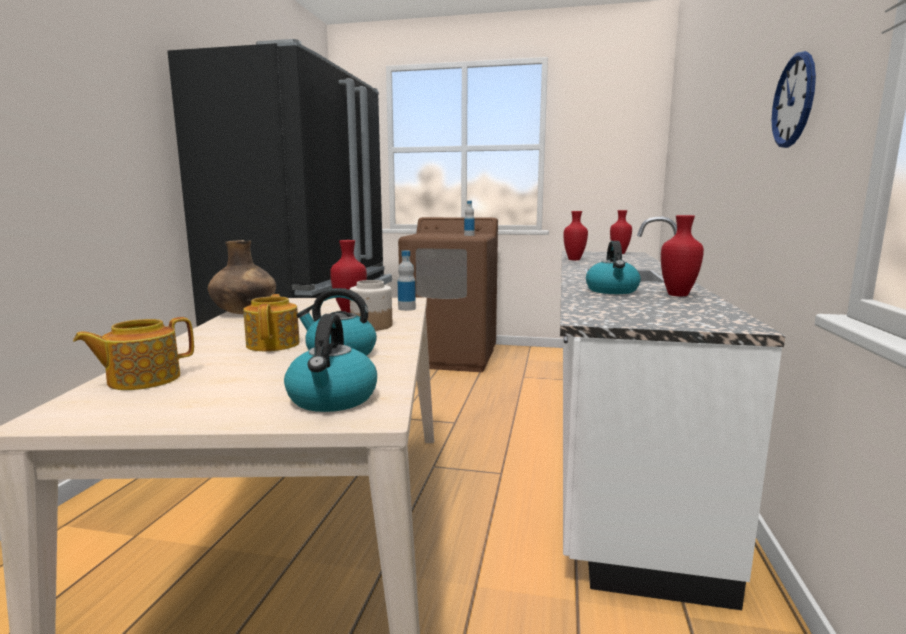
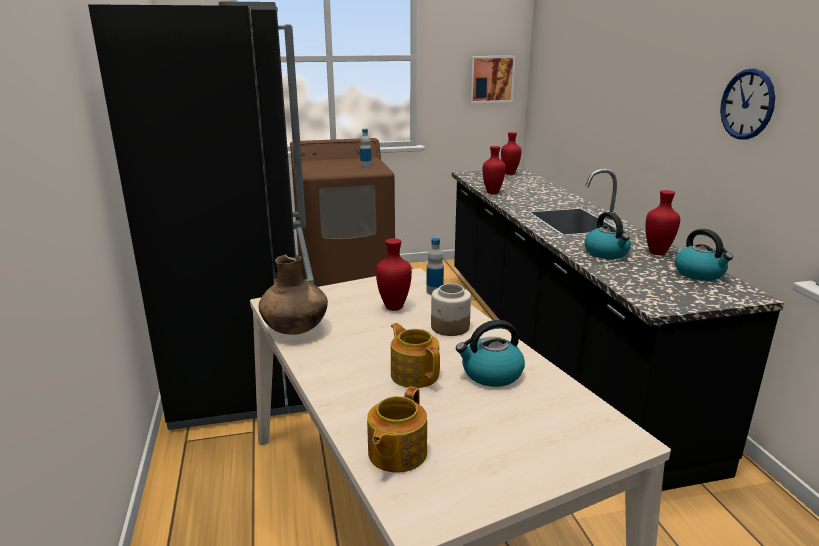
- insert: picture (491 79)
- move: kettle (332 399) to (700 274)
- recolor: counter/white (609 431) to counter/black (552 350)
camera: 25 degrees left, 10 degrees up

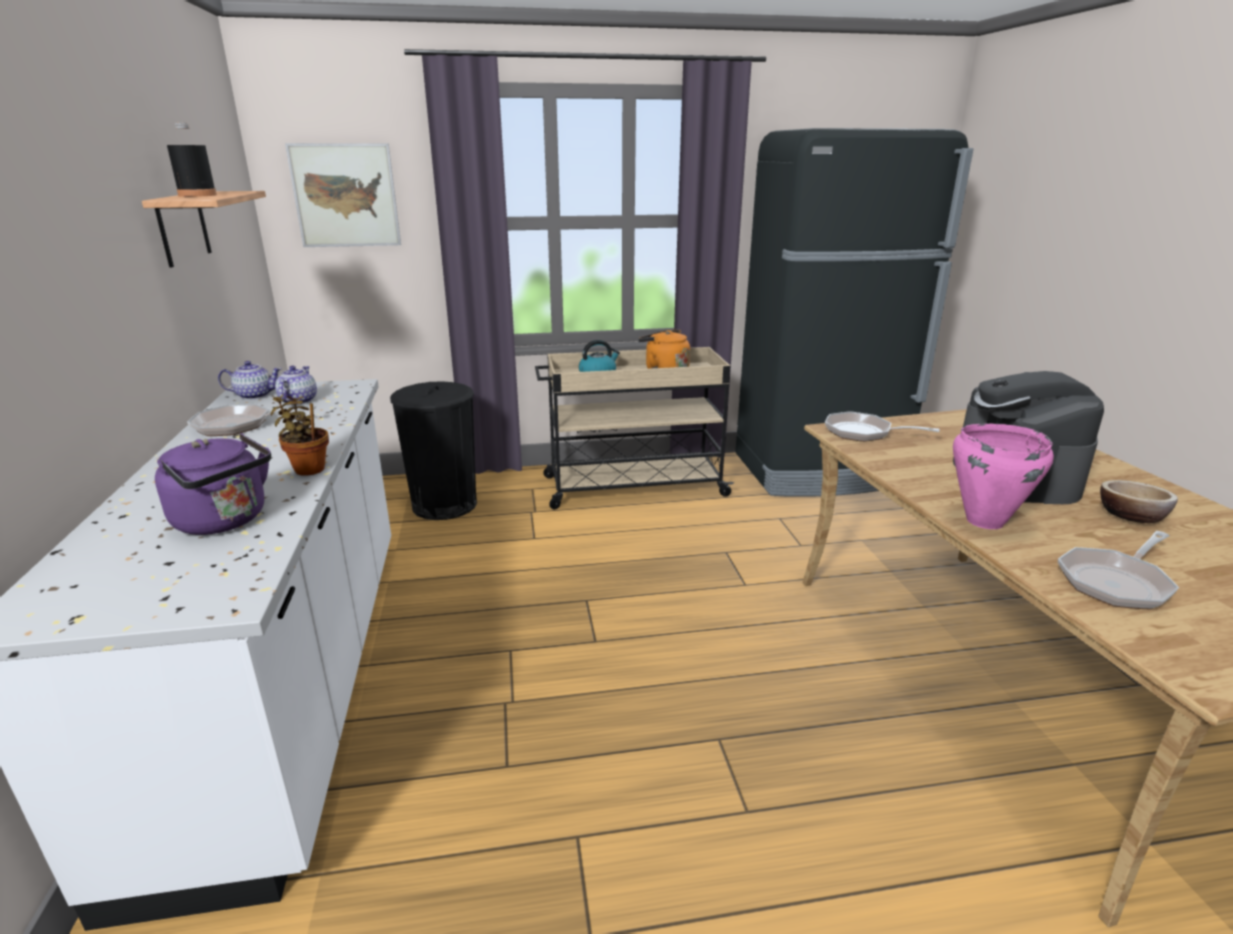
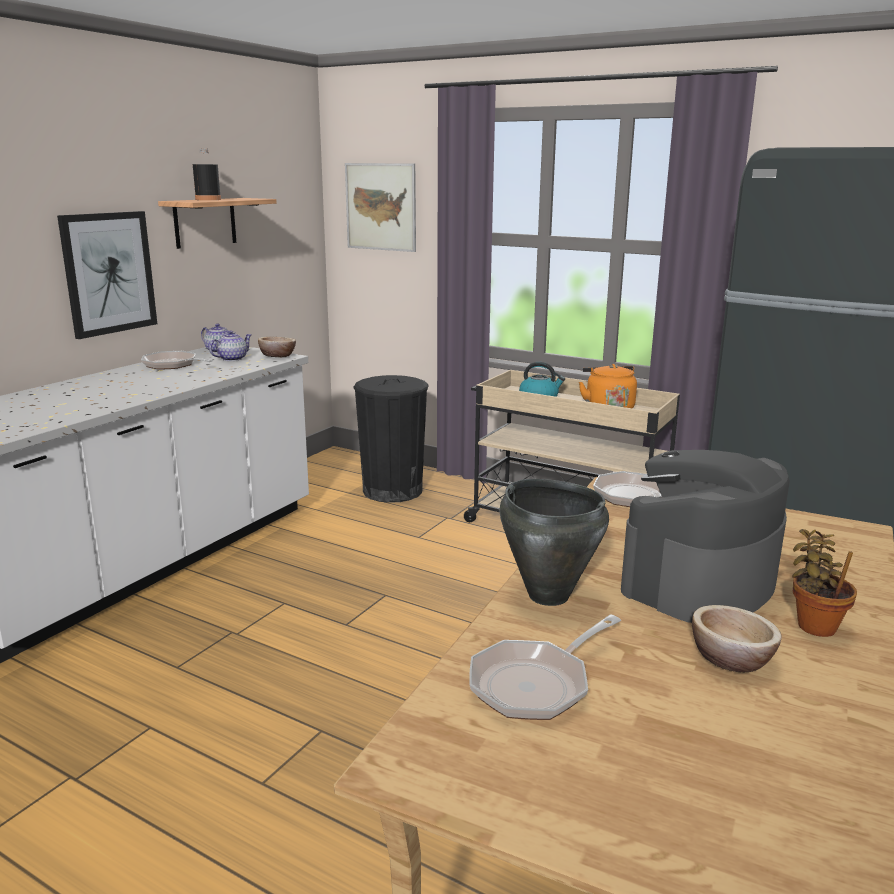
- delete: kettle/purple (225 521)
- insert: picture (108 273)
- insert: bowl (277 356)
- move: potted plant (308 468) to (814 624)
- recolor: cooking pot/pink (983 521) to cooking pot/black (548 595)
- rotate: frying pan (1116 582) = (536 683) 45 degrees counterclockwise
camera: 40 degrees right, 5 degrees down

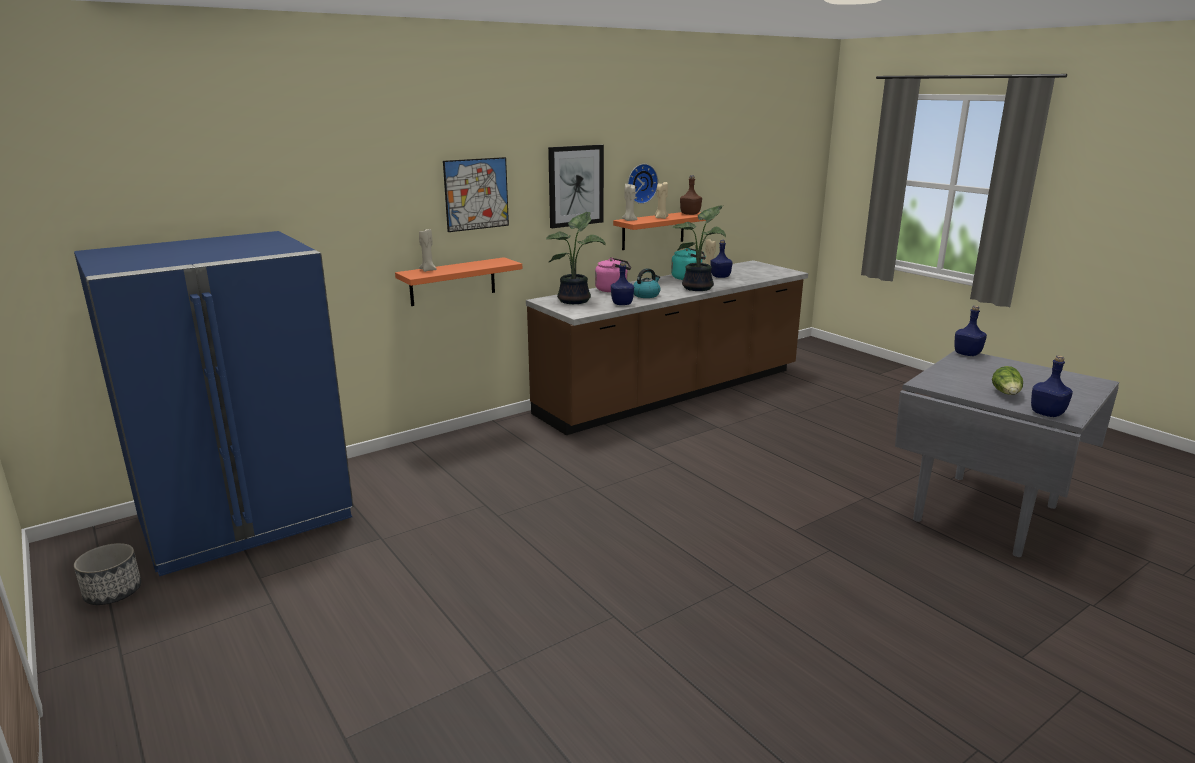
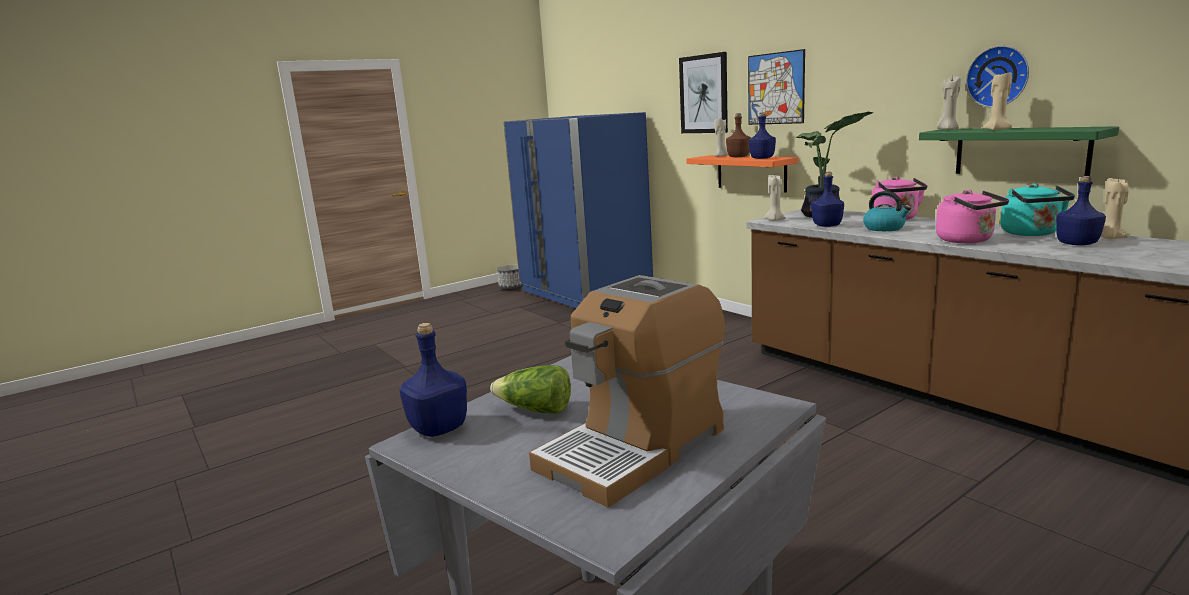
- insert: coffee machine (634 448)
- insert: candle/beige (774 220)
- move: picture (575 186) to (704 94)
- move: bottle/brown (690 214) to (739 157)
- move: bottle/blue (967 354) to (762 158)
- replace: potted plant (699 288) to kettle/pink (967 240)
- recolor: shelf/orange (653 230) to shelf/green (1020 152)
camera: 90 degrees right, 5 degrees down

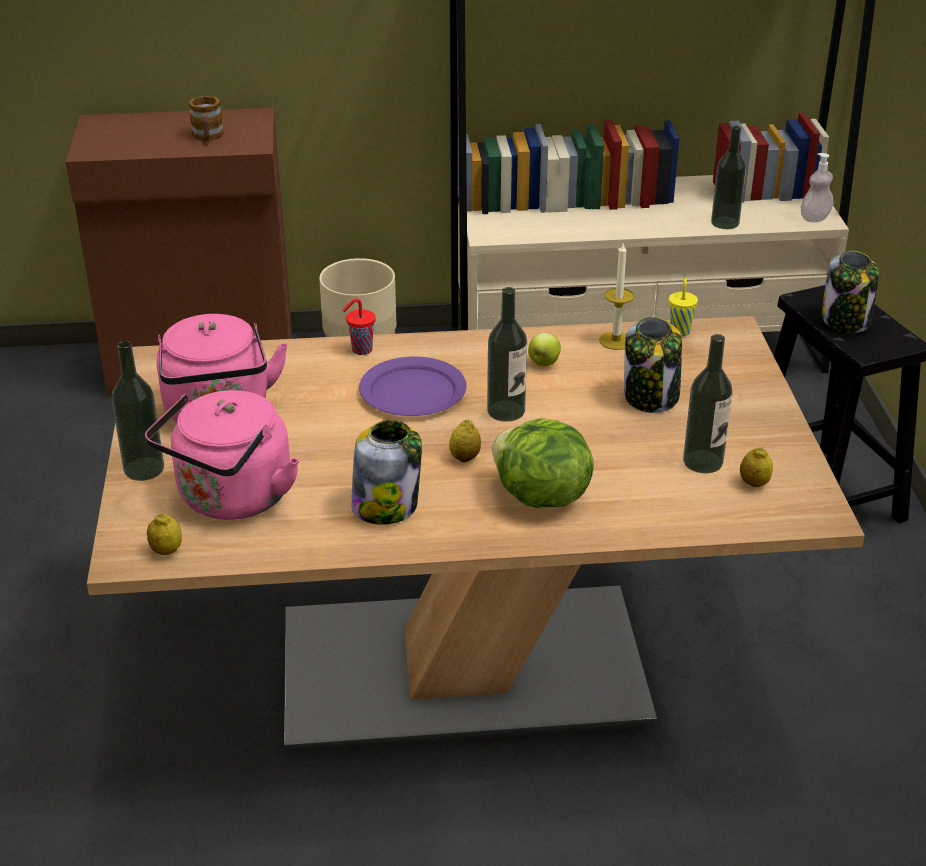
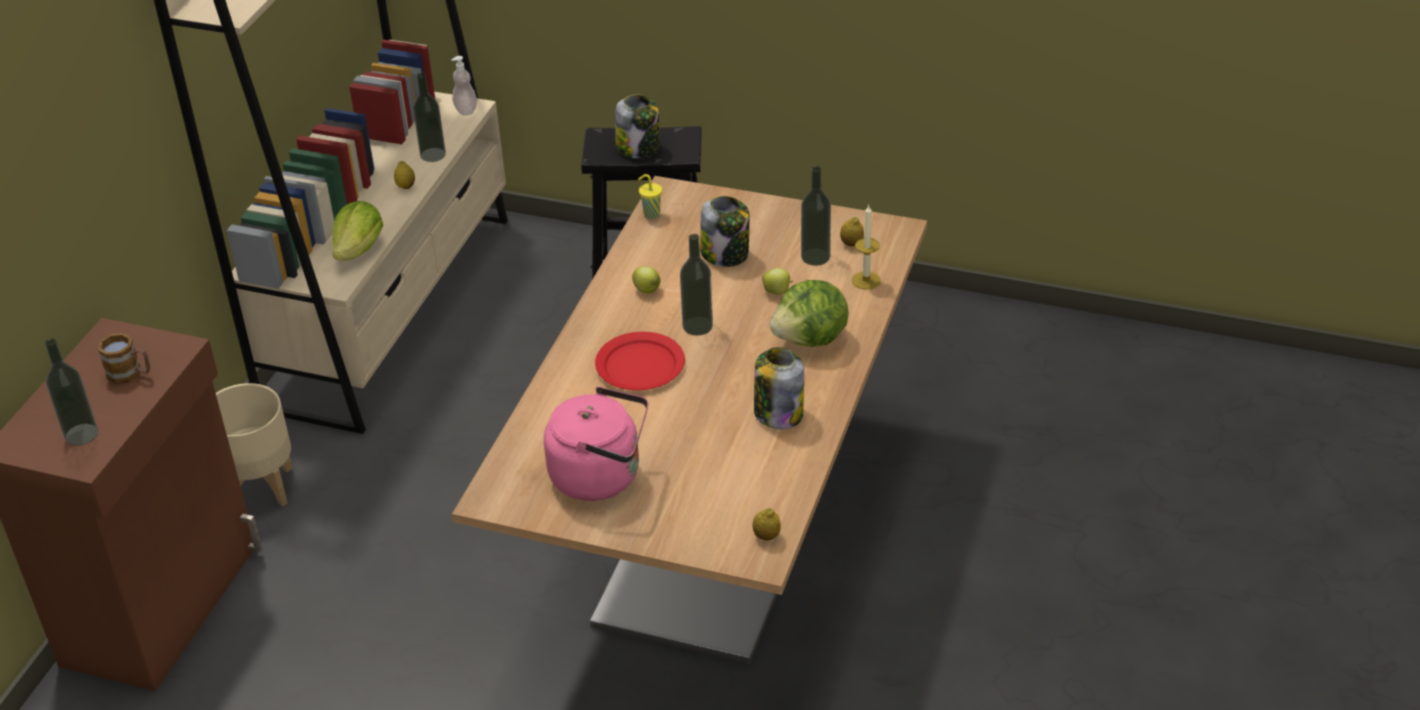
- delete: kettle/pink (231 499)
- delete: cup/red (360 350)
- insert: lettuce (359 249)
- insert: apple (777 292)
- move: bottle (144 469) to (81 434)
- move: lemon (465 458) to (406 186)
- move: candle (616 340) to (866 280)
- recolor: plate/purple (413 392) to plate/red (641 365)
camera: 65 degrees left, 5 degrees up

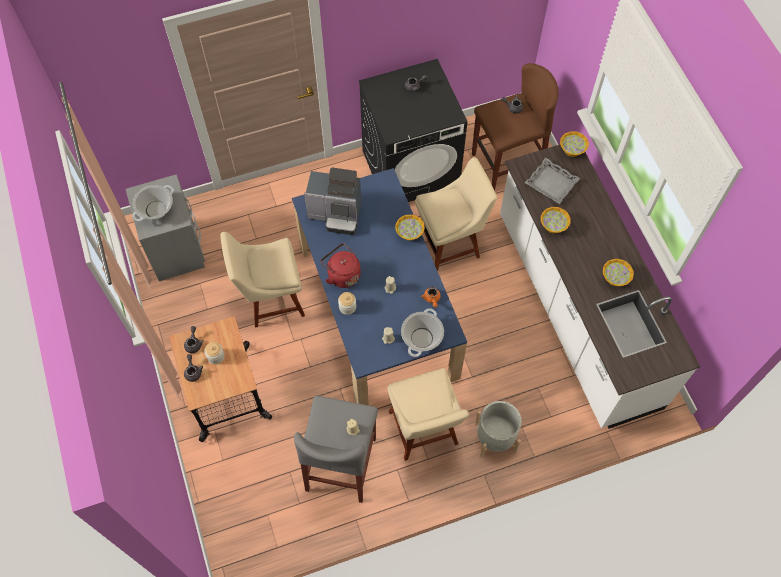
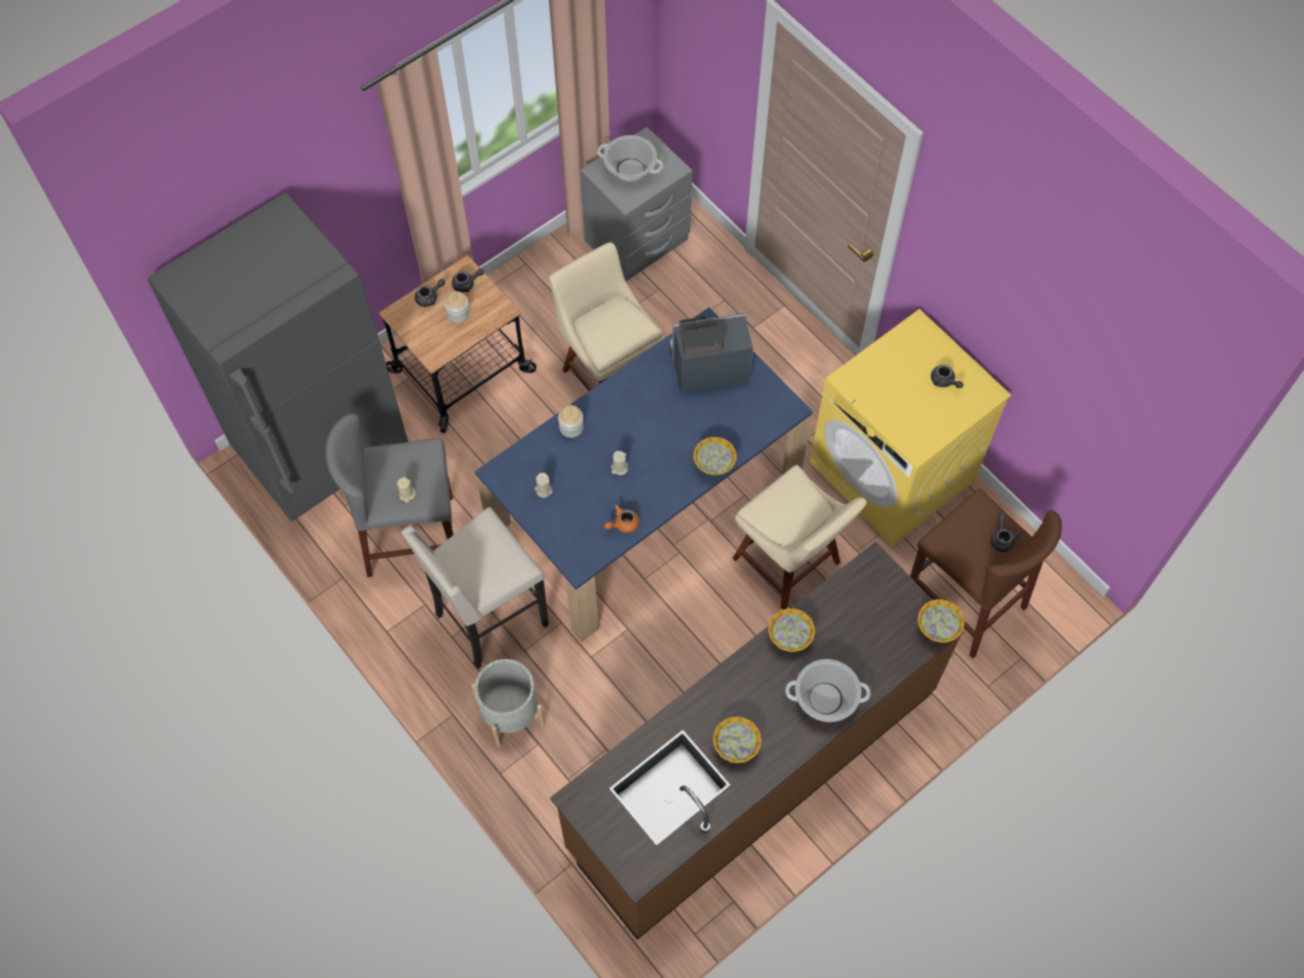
- delete: kettle/red (342 274)
- delete: tray/grey (551 183)
- insert: fridge/grey (323 450)
- move: cooking pot (421 338) to (825 698)
- replace: chair/beige (424 431) to stool/beige (489 620)
- recolor: washing machine/black (411 168) to washing machine/yellow (892 472)
- recolor: counter/white (575 310) to counter/brown (751 768)
- rotate: coffee machine (336 214) = (706 367) 90 degrees clockwise
camera: 70 degrees right, 0 degrees up

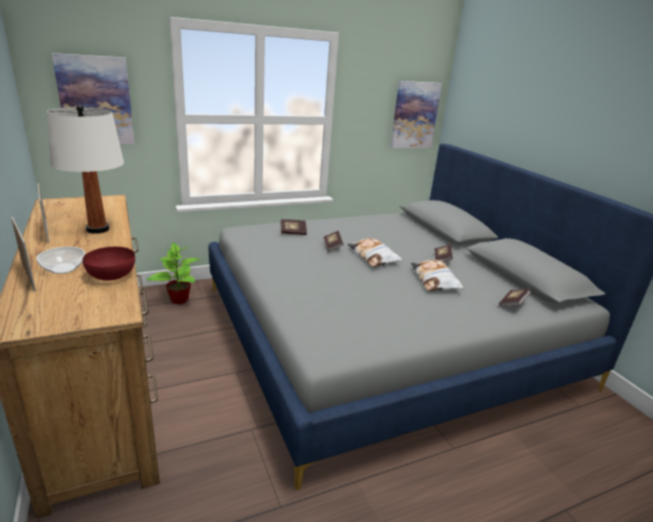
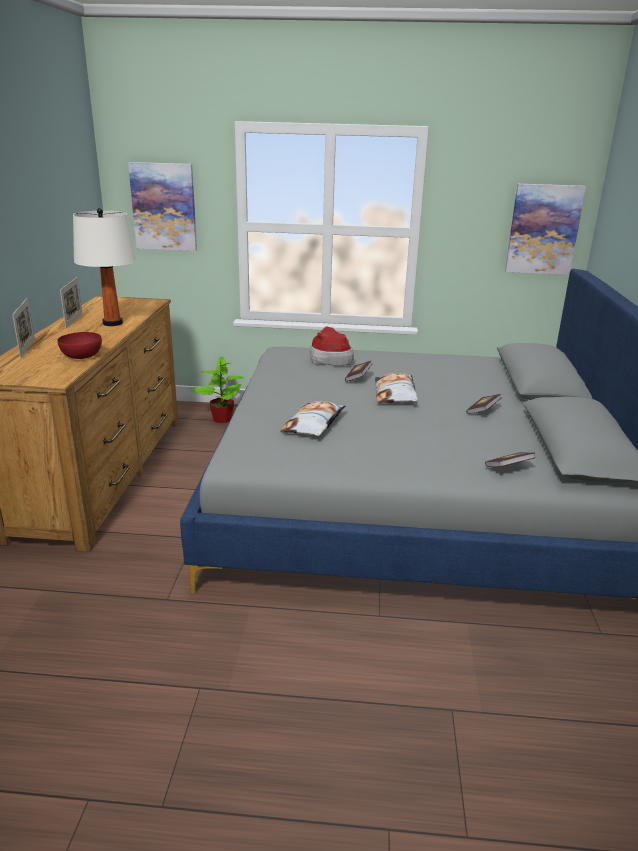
- delete: bowl (64 269)
- move: pillow (435 280) to (314 424)
- replace: book (293 232) to hat (330 358)
camera: 30 degrees right, 0 degrees up

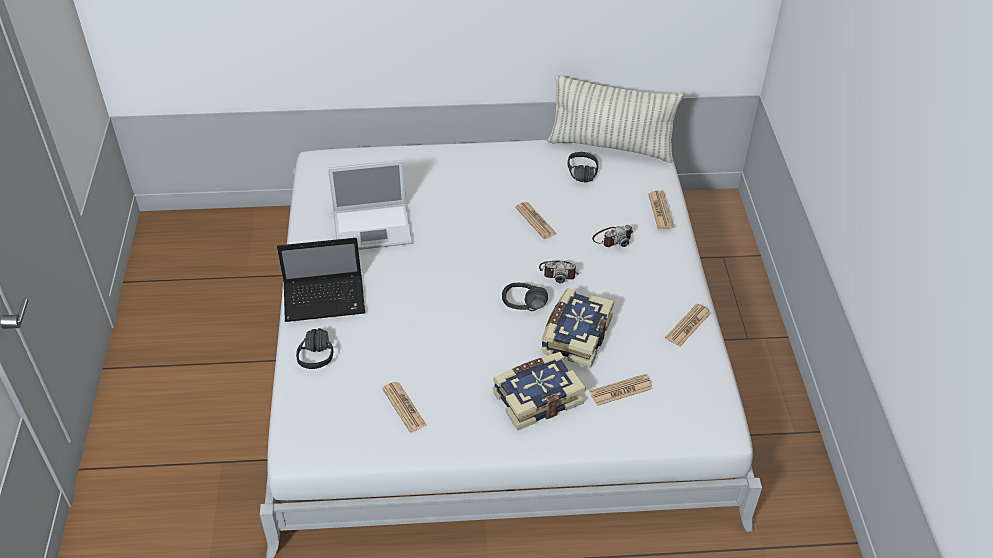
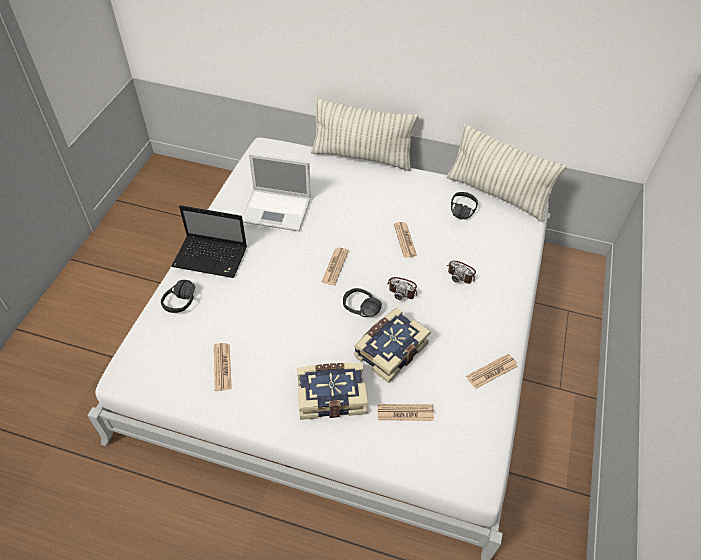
- insert: pillow (362 157)
- move: newspaper (660 210) to (335 266)
- rotate: photo camera (612 238) = (461 273) 45 degrees clockwise
camera: 20 degrees right, 5 degrees up

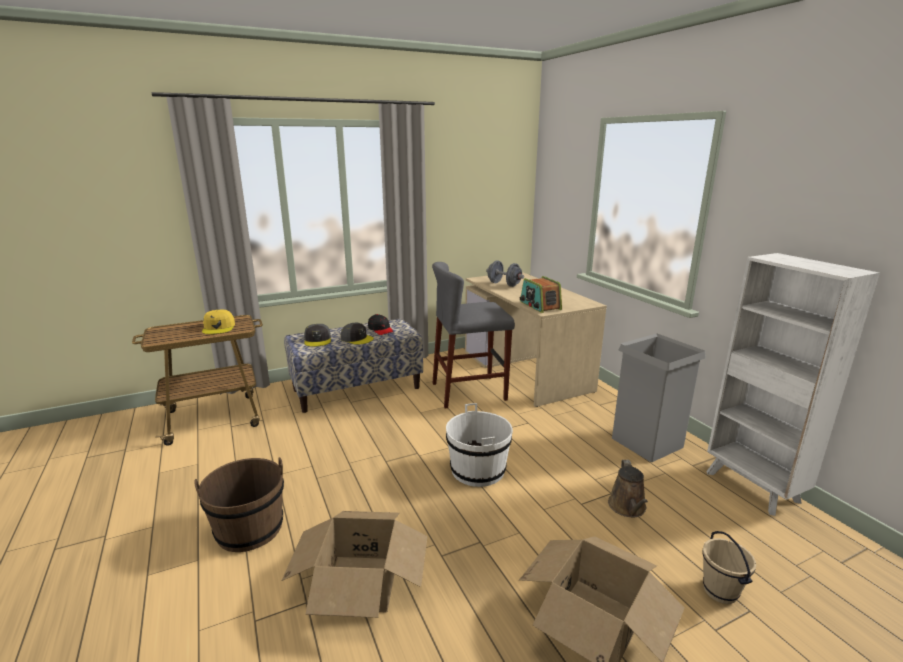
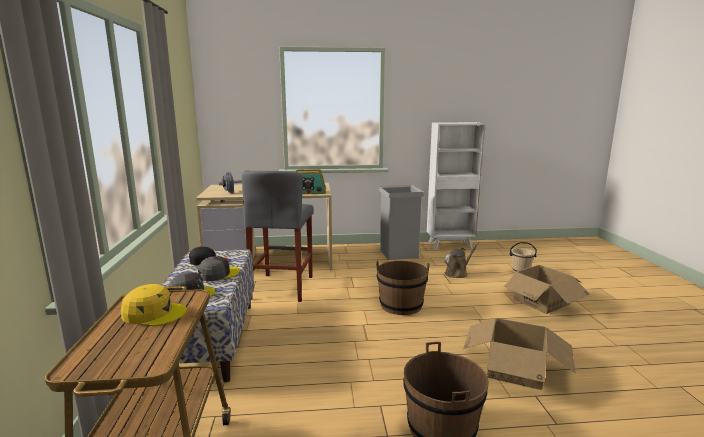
- recolor: bucket/white (478 470) to bucket/brown (401 305)
- rotate: watering can/brown (628 508) = (457 273) 60 degrees counterclockwise
camera: 70 degrees left, 5 degrees down

